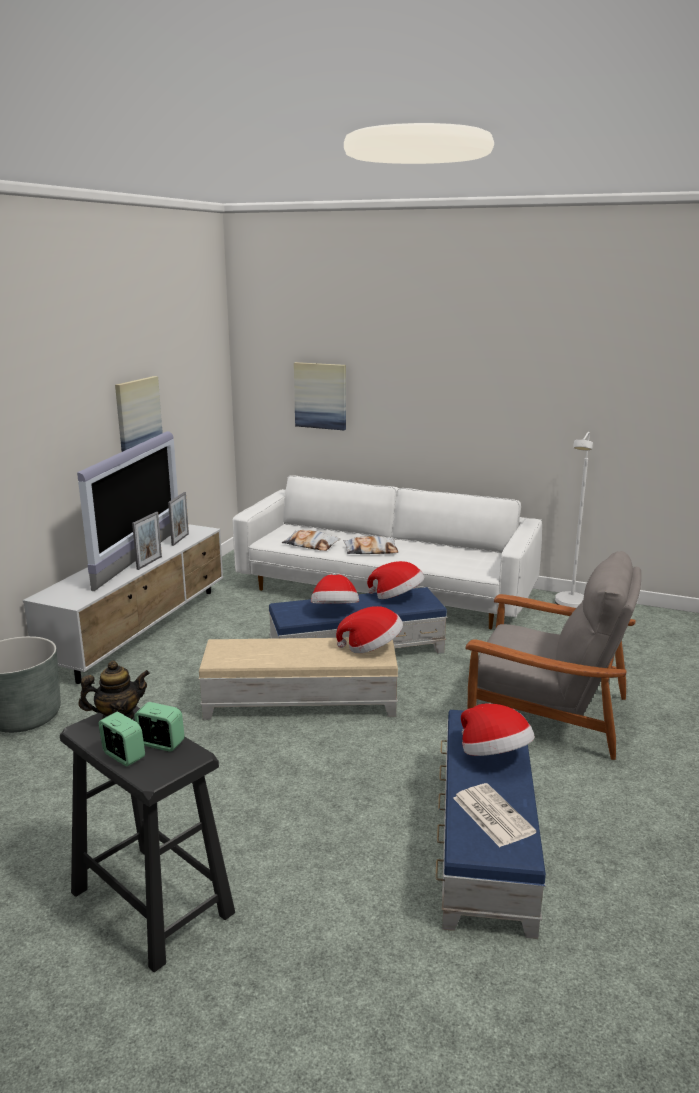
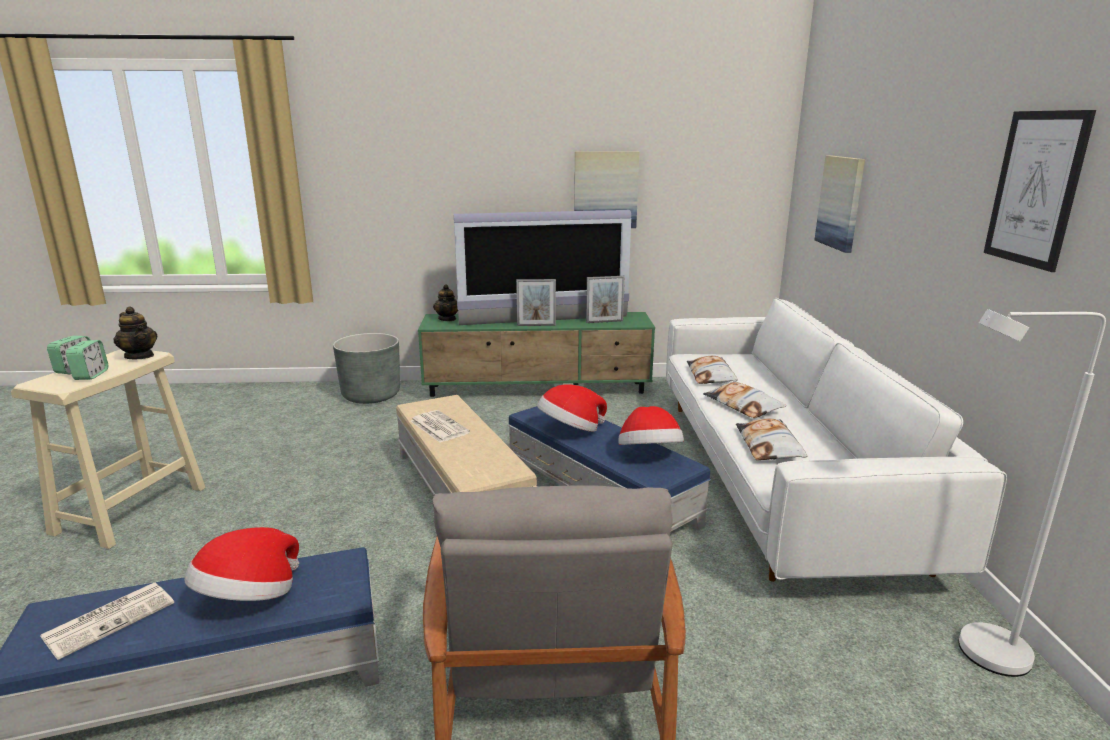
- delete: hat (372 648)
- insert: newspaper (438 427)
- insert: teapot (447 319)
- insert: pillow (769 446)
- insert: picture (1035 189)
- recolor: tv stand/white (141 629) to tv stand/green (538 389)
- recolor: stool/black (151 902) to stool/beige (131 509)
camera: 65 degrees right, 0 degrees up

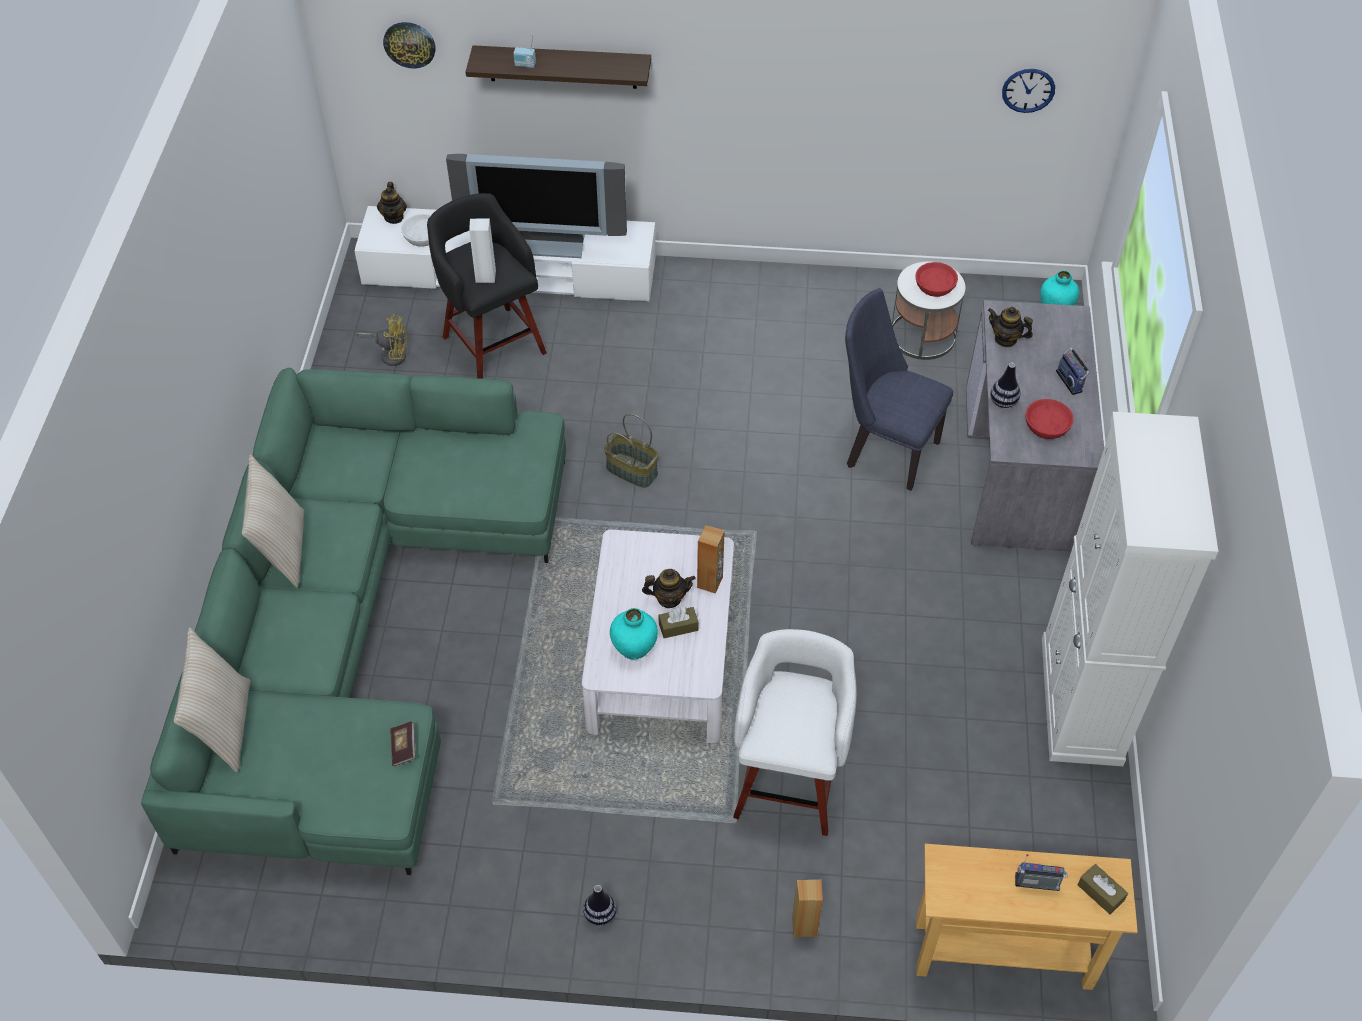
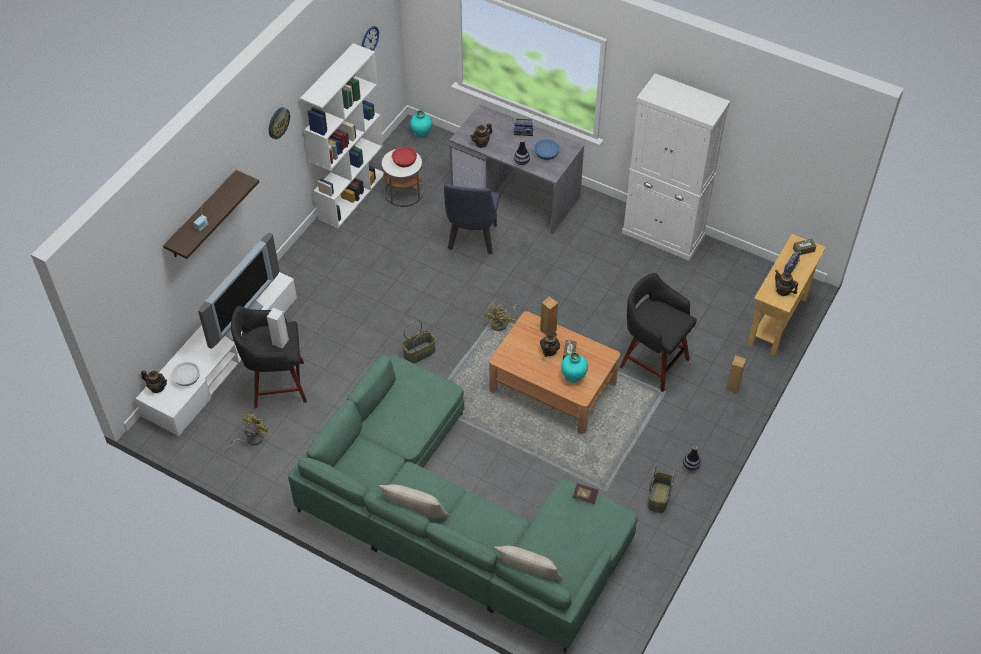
- insert: bookcase/white (351 195)
- insert: fan/yellow (502 324)
- insert: basket (659 498)
- insert: teapot (783 291)
- move: wall clock (409 44) to (278 122)
- recolor: coffee table/white (660 657) to coffee table/brown (552 386)
- recolor: stool/white (789 781) to stool/black (652 362)
- recolor: bowl/red (1046 426) to bowl/blue (546 154)
- rotate: chair/blue (885 450) = (472 241) 45 degrees counterclockwise
camera: 65 degrees left, 0 degrees up

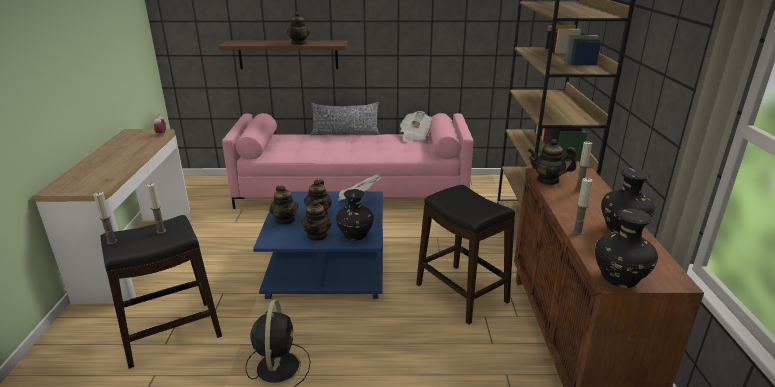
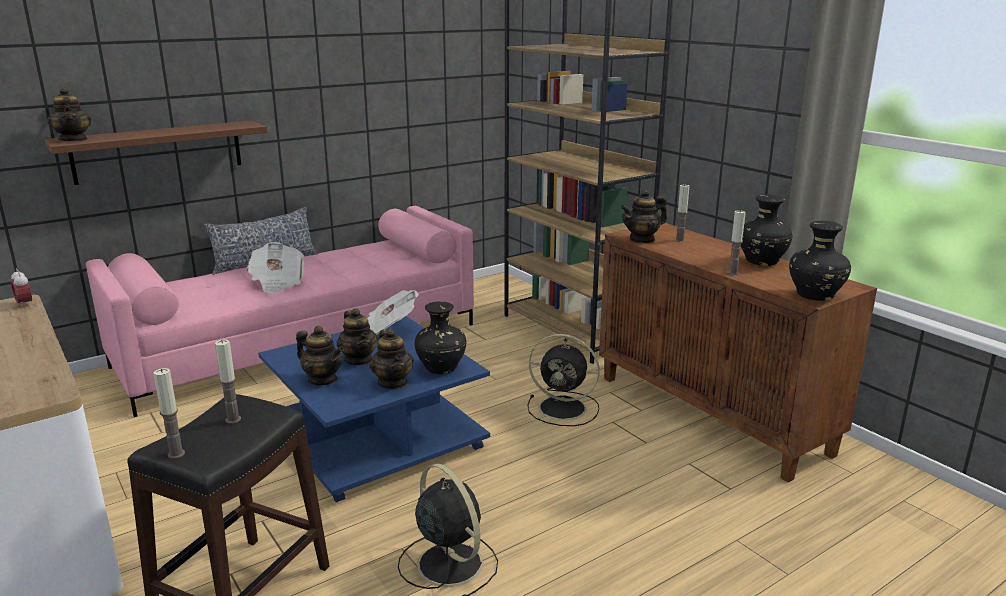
- move: teapot (299 43) to (73 139)
- move: newspaper (415 136) to (277 282)
- replace: stool/black (462 292) to fan/black (564 408)
camera: 35 degrees left, 5 degrees down

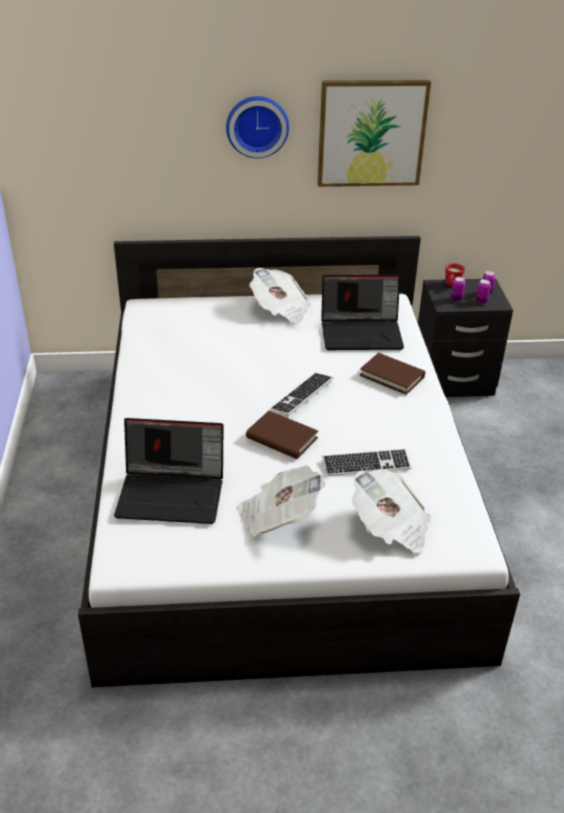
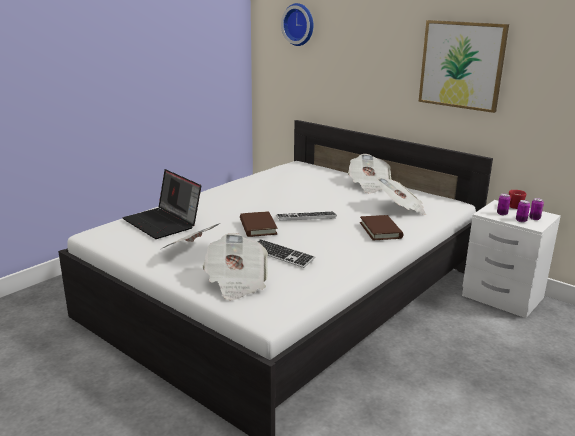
- move: wall clock (257 125) to (299 24)
- replace: laptop (362 333) to newspaper (401 209)
- recolor: nightstand/black (452 380) to nightstand/white (502 297)
camera: 45 degrees right, 15 degrees down

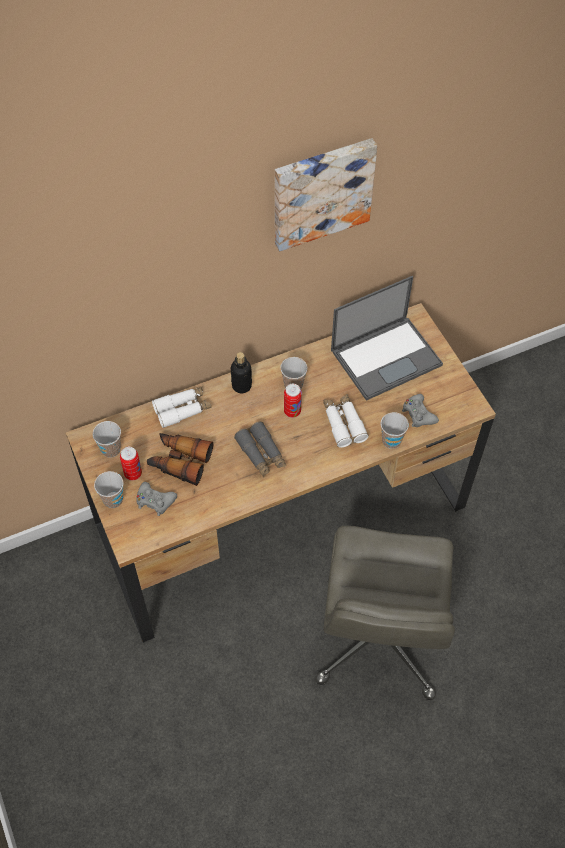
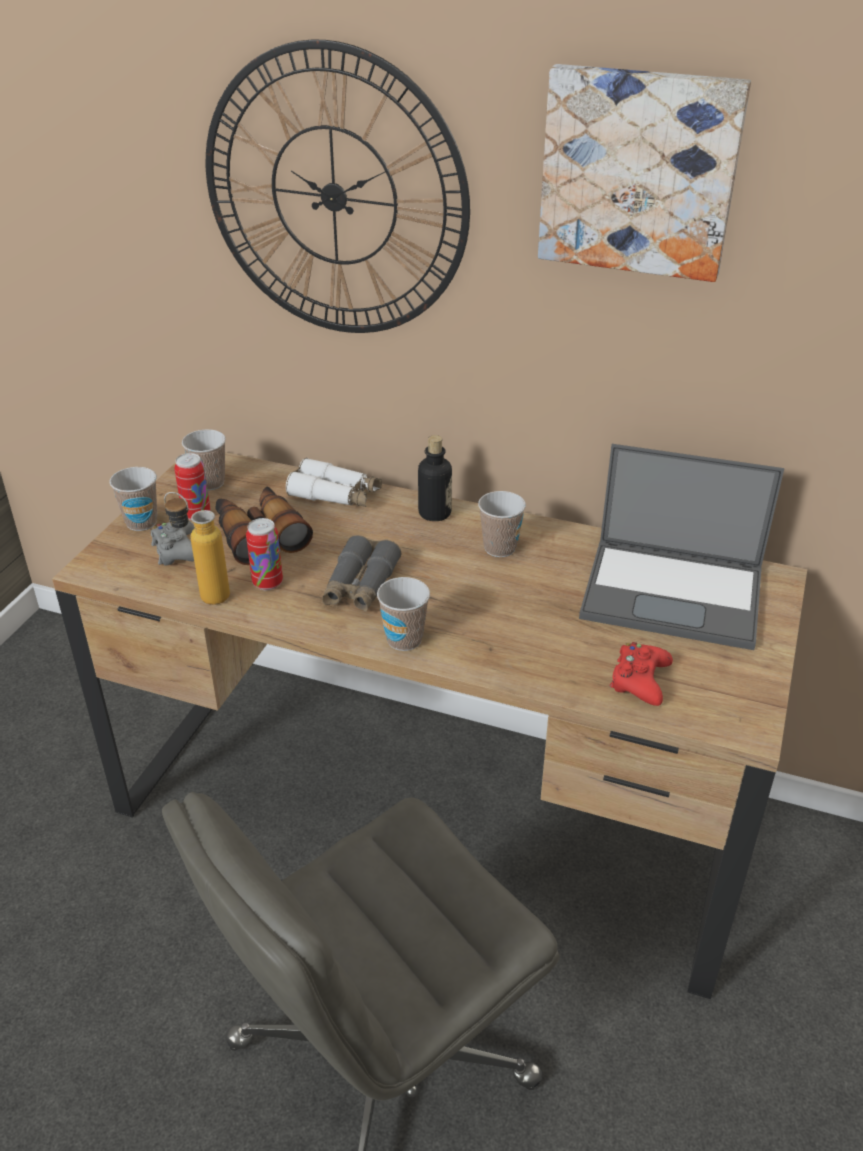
- delete: binoculars/white (343 423)
- insert: bottle (204 594)
- insert: wall clock (334 196)
- move: can (292 411) to (267 583)
- move: cup (391 441) to (404 639)
- recolor: game controller/grey (418 414) to game controller/red (639 680)
camera: 45 degrees right, 20 degrees down

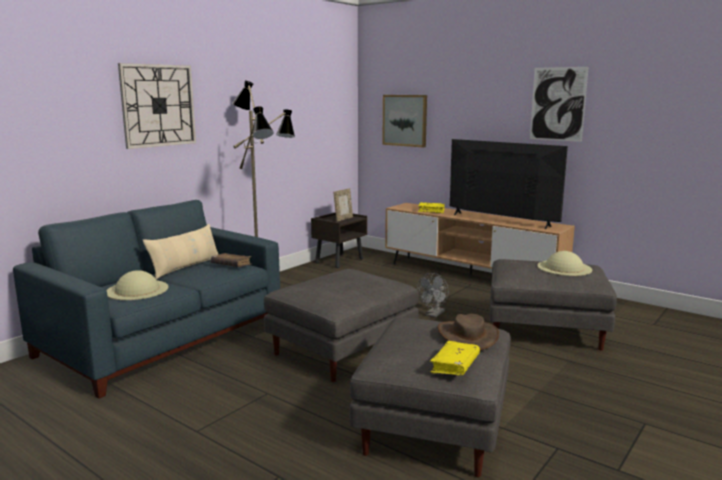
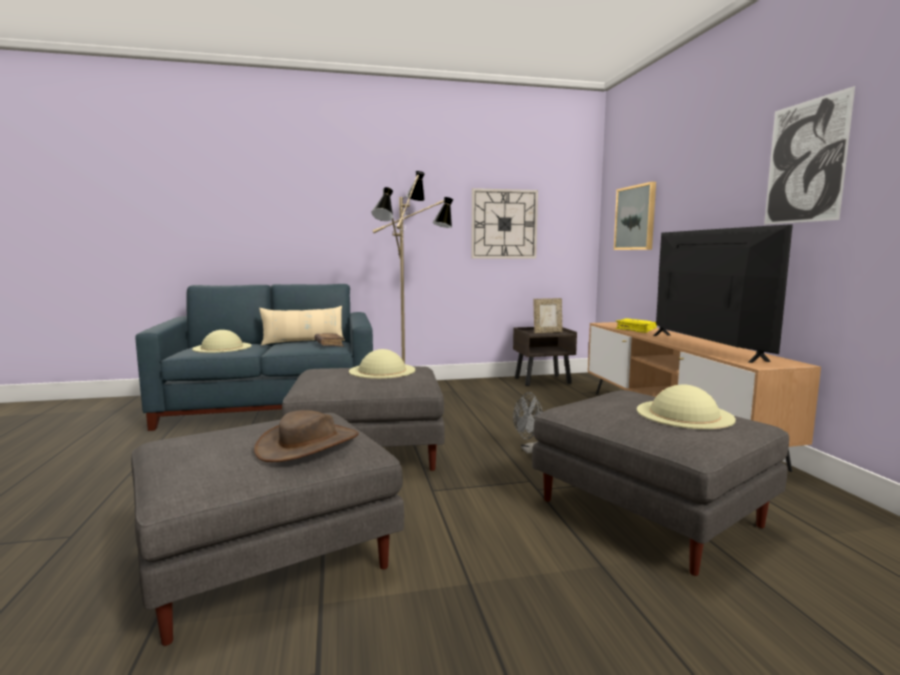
- delete: book/yellow (455 365)
- insert: hat/beige (382 370)
- move: wall clock (158 105) to (504 224)
camera: 40 degrees right, 5 degrees down

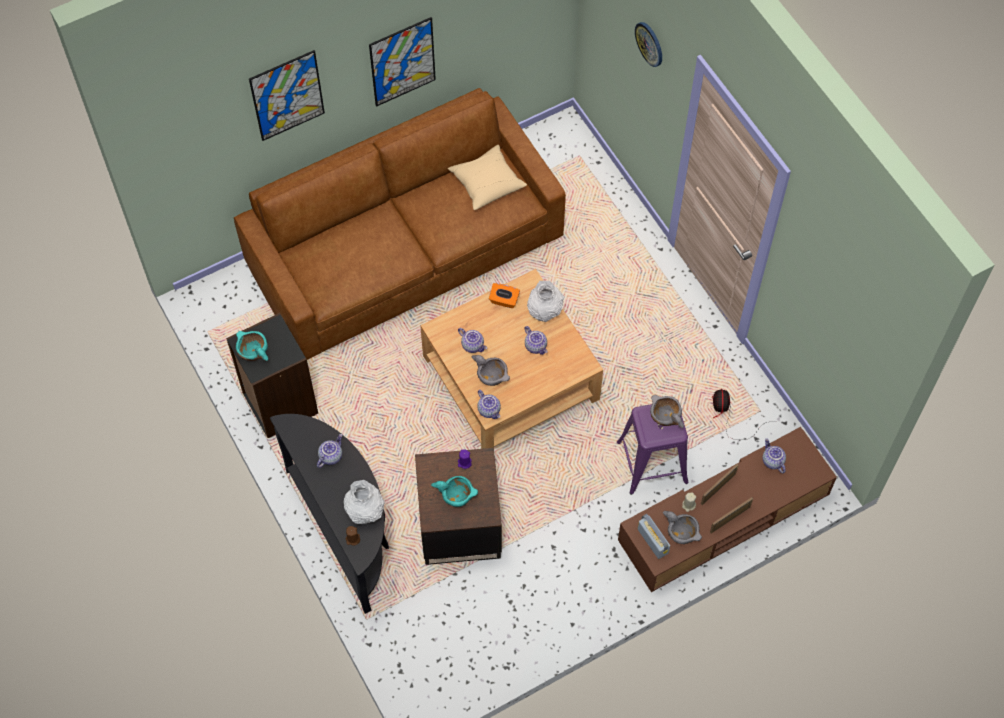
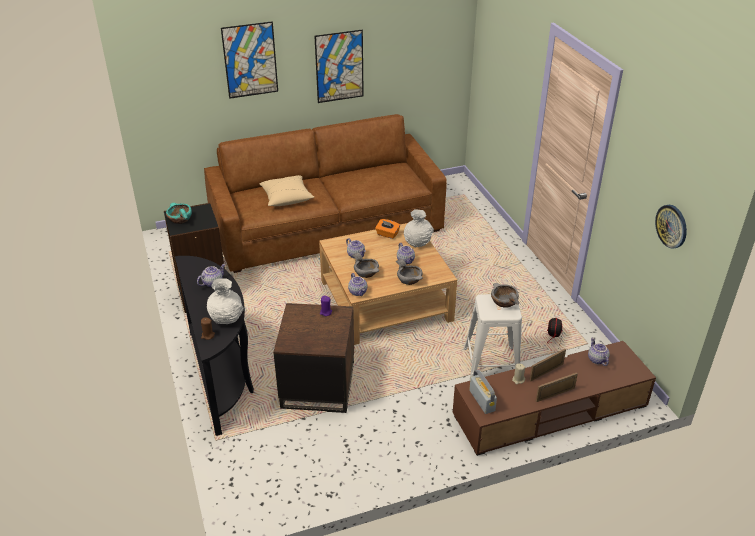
- delete: bowl/turquoise (457 495)
- move: pillow/beige (487 183) to (286 197)
- move: wall clock (649 43) to (672 226)
- move: bowl/grey (682 532) to (409 280)
- recolor: stool/purple (652 462) to stool/white (491 365)
camera: 10 degrees right, 25 degrees down

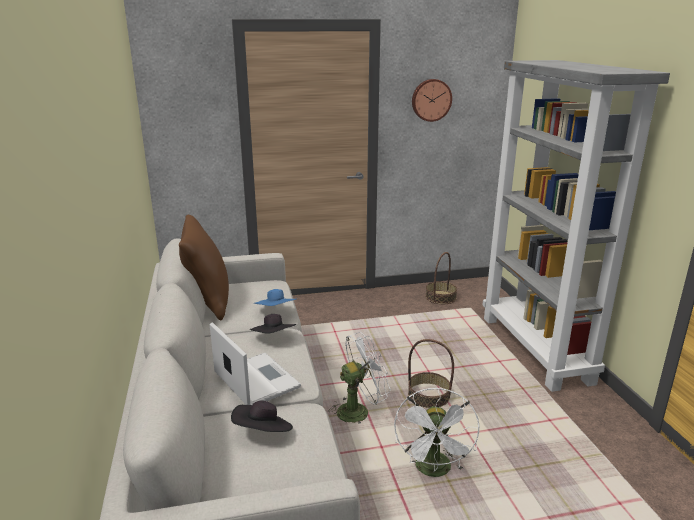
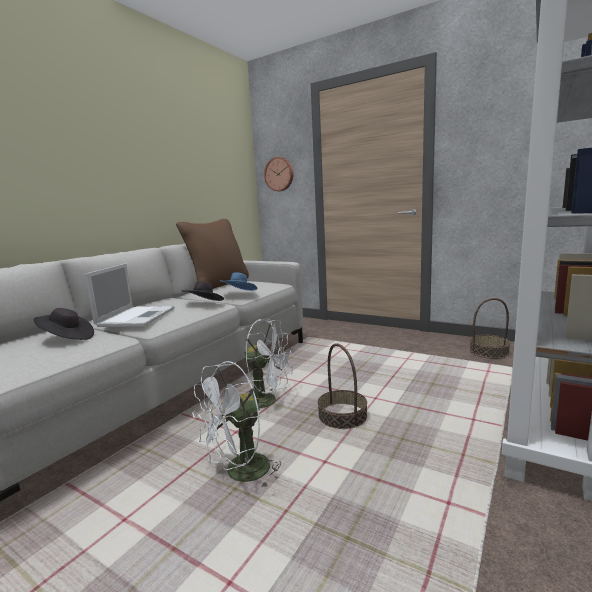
- move: wall clock (431 100) to (279 174)
camera: 45 degrees right, 10 degrees down

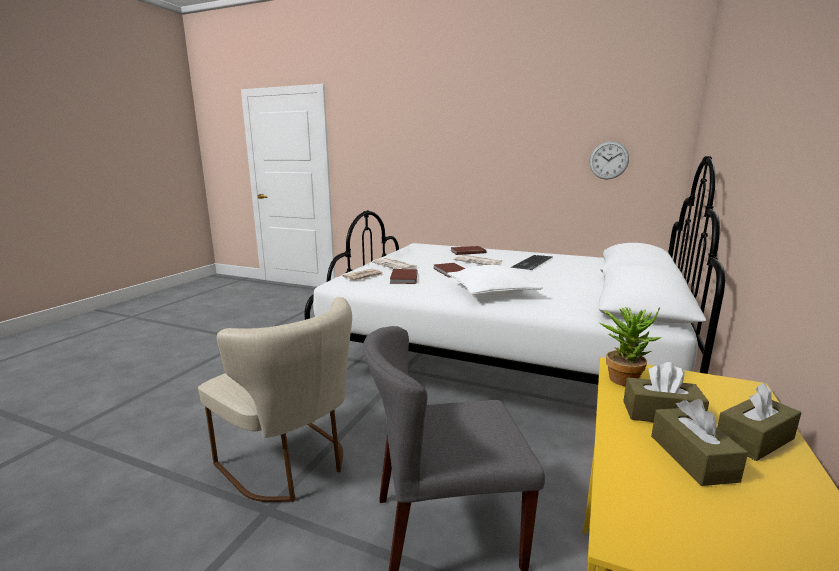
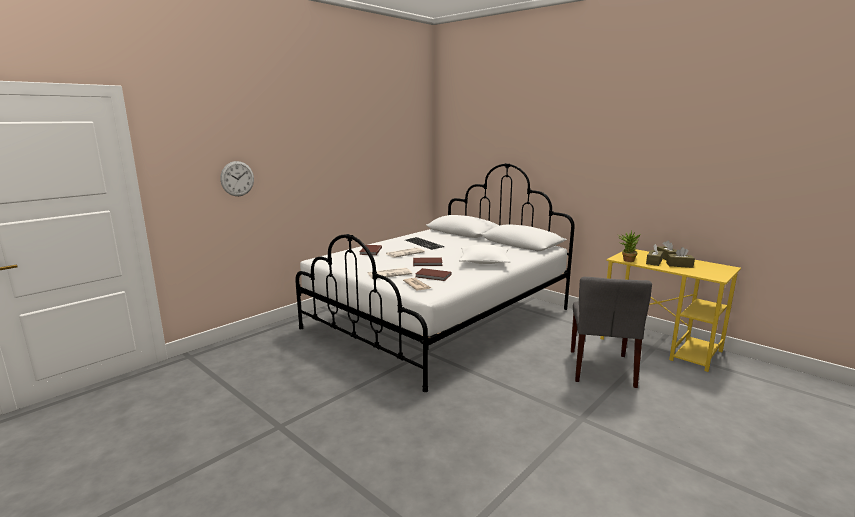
- delete: chair/beige (291 464)
- move: wall clock (608 160) to (237 178)
camera: 70 degrees left, 0 degrees up

